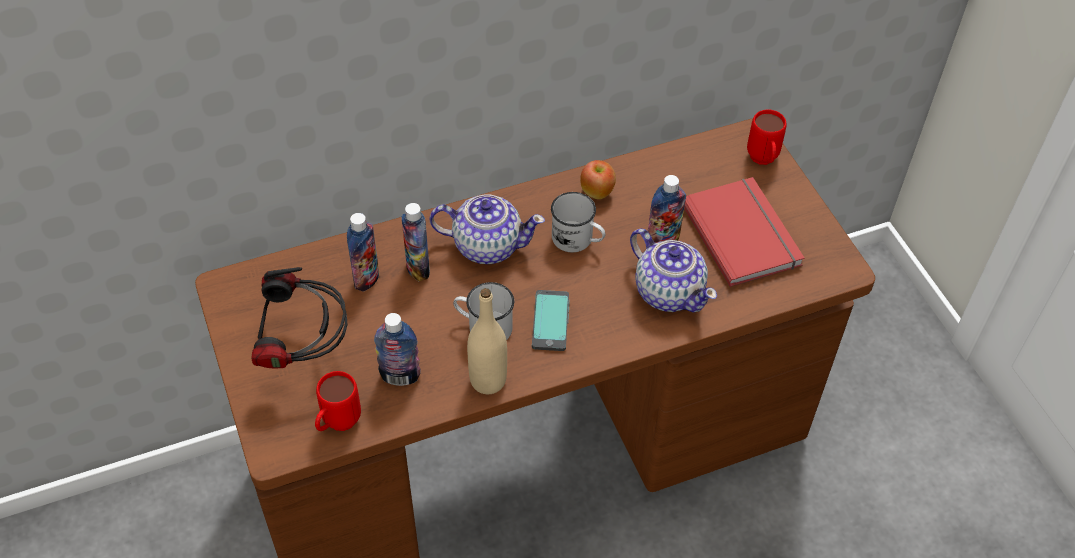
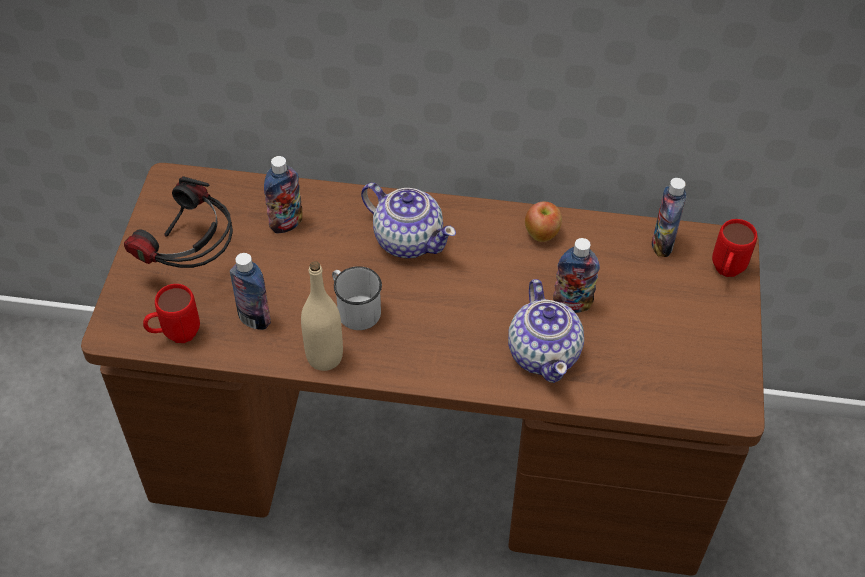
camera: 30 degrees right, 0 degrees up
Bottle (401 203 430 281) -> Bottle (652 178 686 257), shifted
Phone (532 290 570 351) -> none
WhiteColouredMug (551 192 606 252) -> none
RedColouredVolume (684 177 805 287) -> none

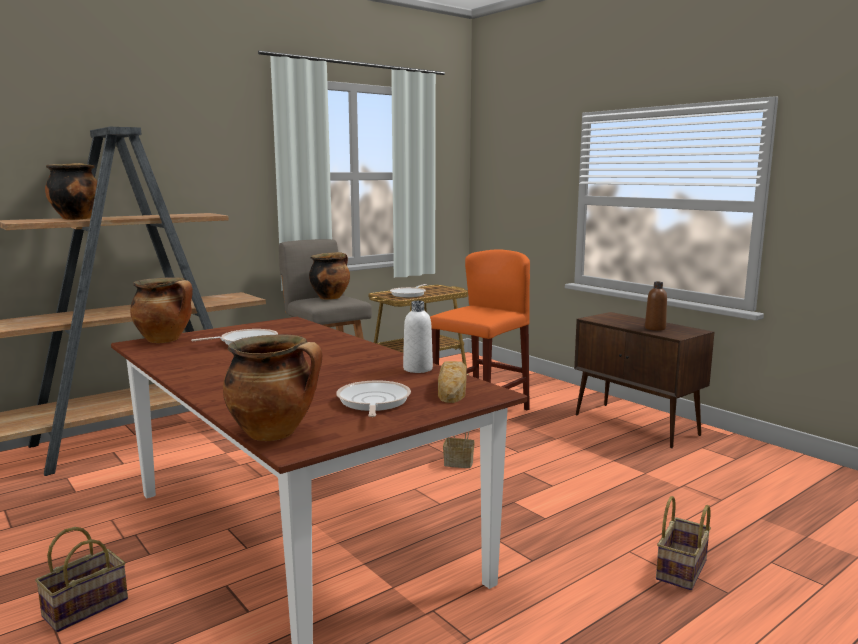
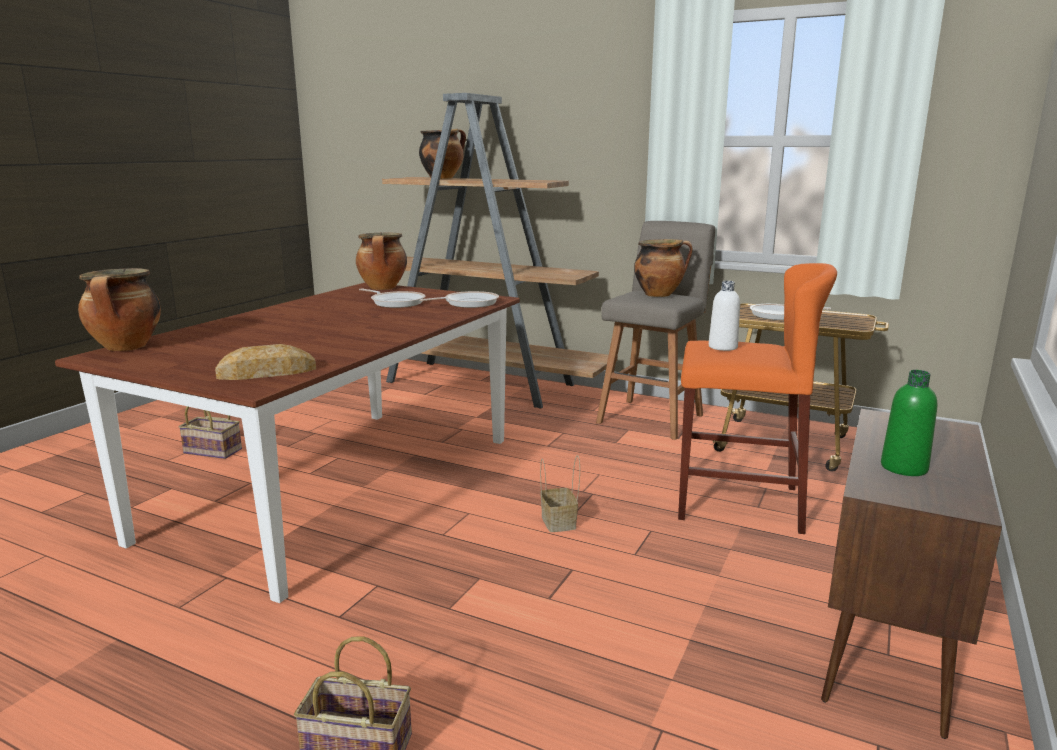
camera: 65 degrees right, 5 degrees up
Pan (336 380 411 417) -> Pan (420 291 499 308), shifted
WhiteColouredBottle (403 301 433 373) -> WhiteColouredBottle (709 281 740 351), shifted
BrownColouredBottle (645 282 667 331) -> GreenishBottle (881 370 937 476)

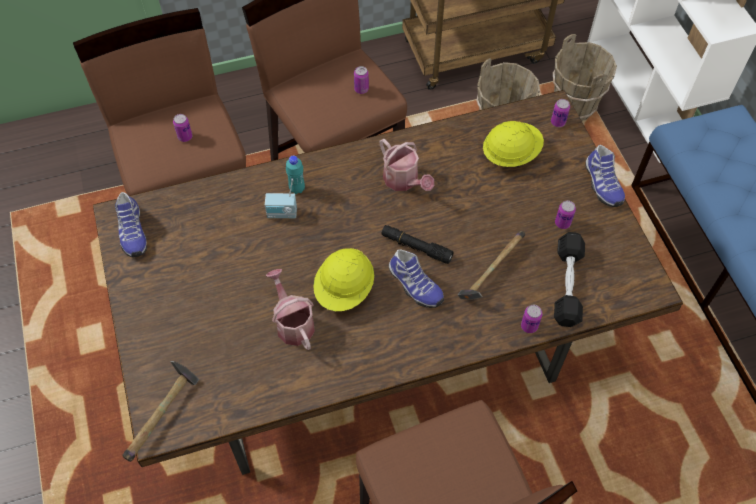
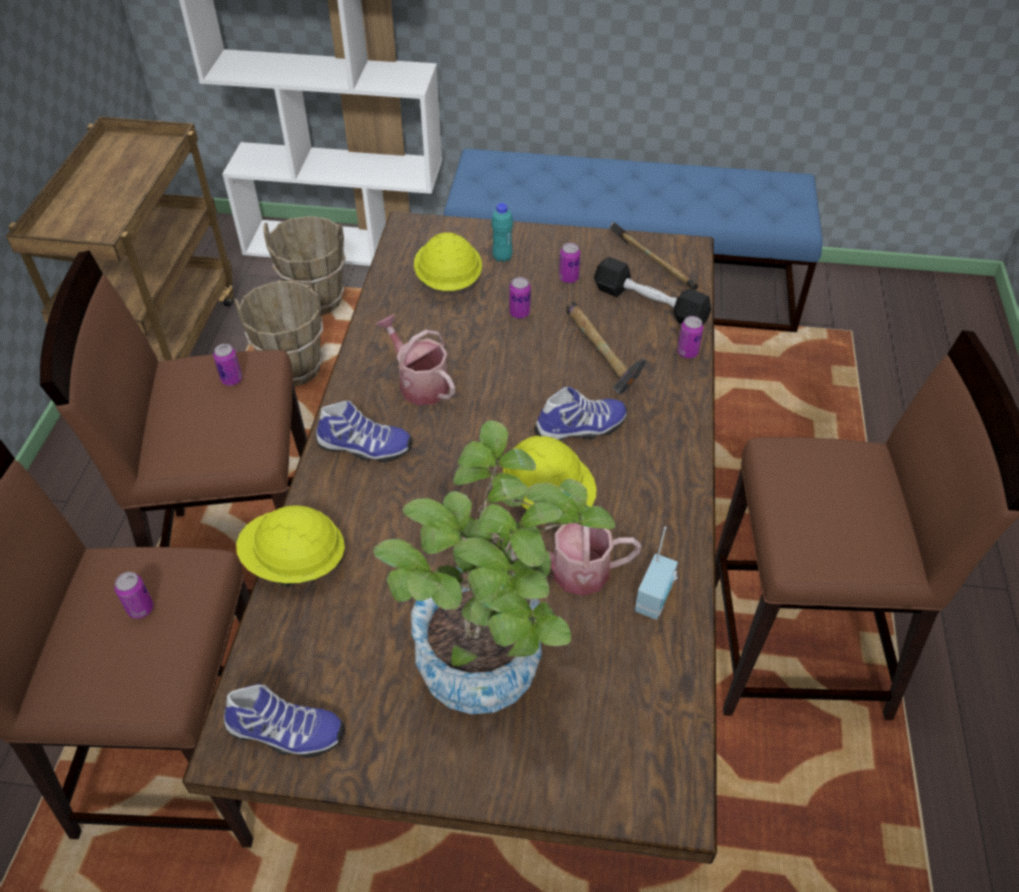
camera: 65 degrees left, 10 degrees down
ToolHammer (123 361 199 462) -> ToolHammer (609 221 698 290), shifted
Radio (265 179 297 218) -> Radio (635 526 678 620), shifted
BlueGreenBottle (286 155 305 194) -> BlueGreenBottle (491 203 513 262), shifted
WateringCan (380 139 434 191) -> WateringCan (376 314 455 405), 120 degrees counterclockwise
BlackColouredTorch (381 225 454 264) -> none
SealedCan (551 99 570 127) -> SealedCan (509 277 531 319), shifted
Shoe (585 145 625 207) -> Shoe (316 400 412 463), shifted
none -> YellowColouredHardHat (236 505 345 587)
none -> PlantInAPot (373 420 615 714)

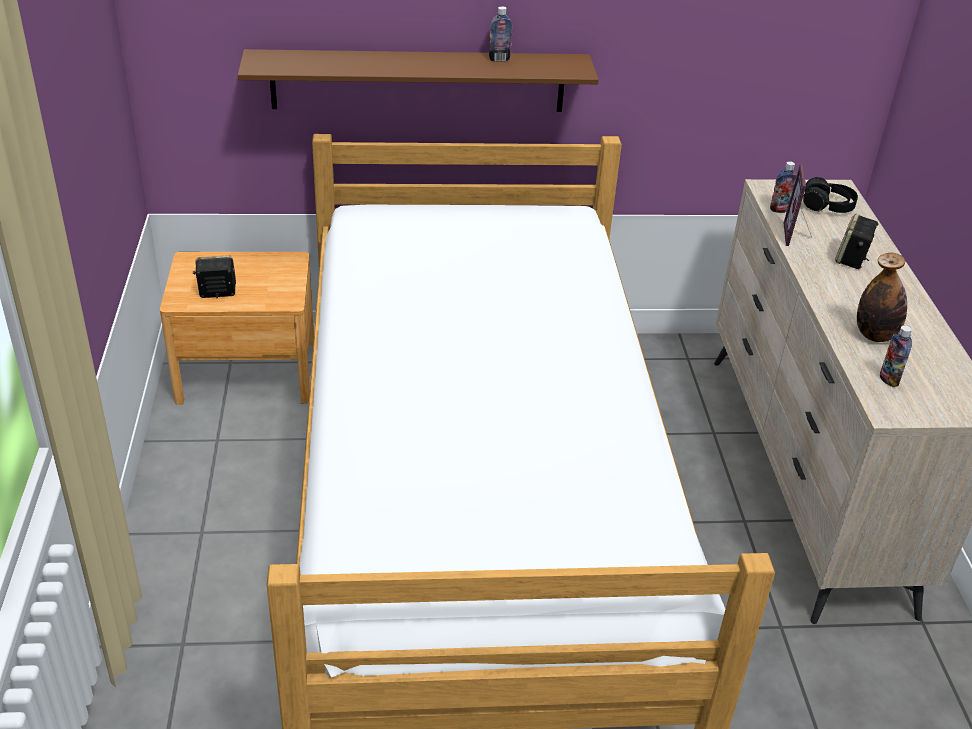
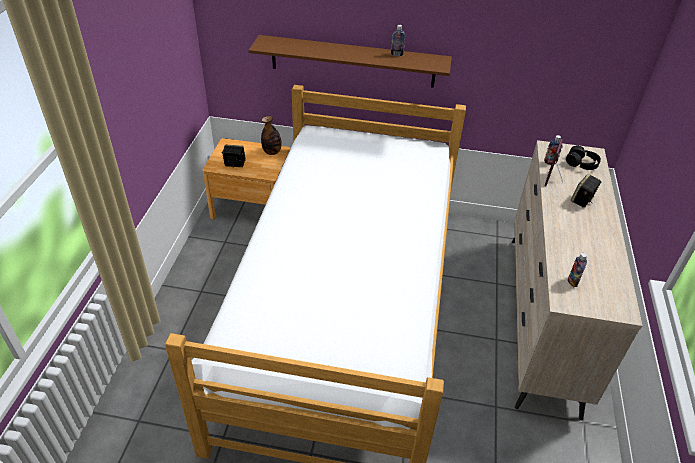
camera: 15 degrees right, 5 degrees up
Bottle (857 253 907 342) -> Bottle (261 116 282 155), shifted

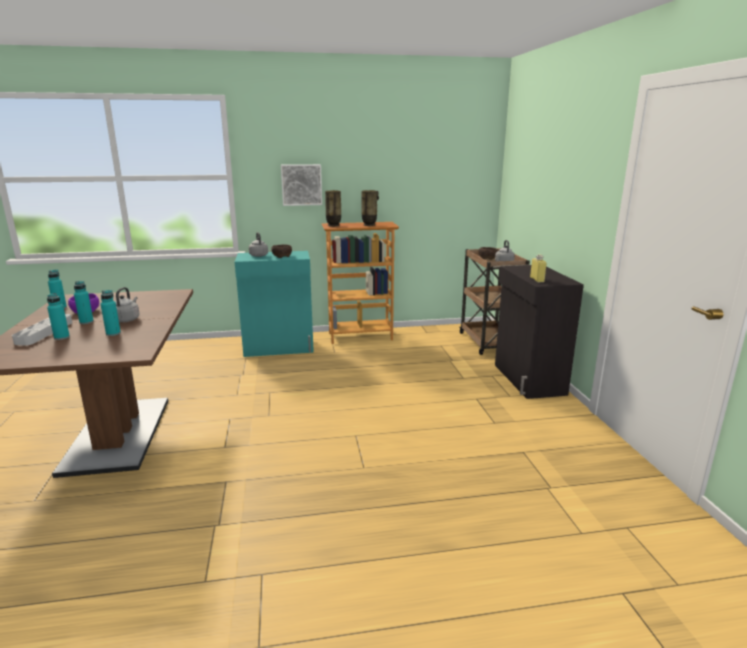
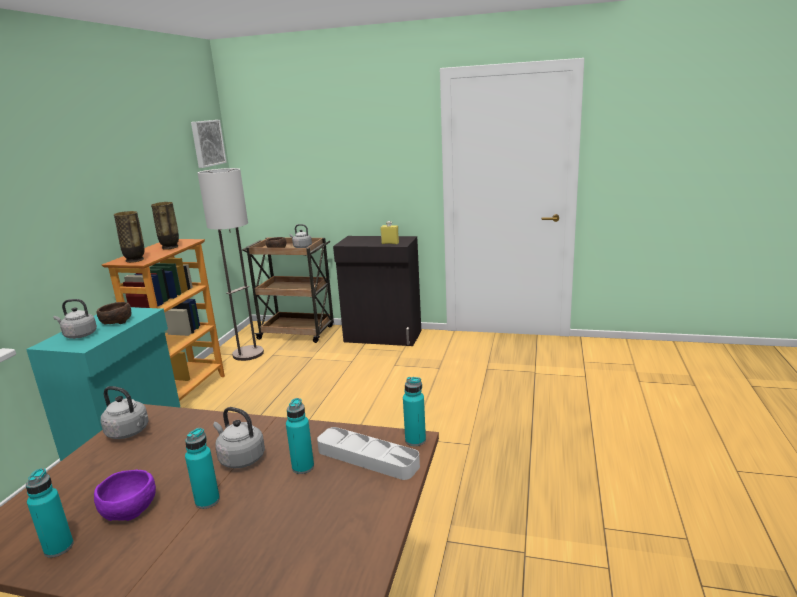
camera: 65 degrees left, 0 degrees up
GreyishServingTray (12 314 72 346) -> GreyishServingTray (317 427 420 480), shifted
BlueGreenBottle (47 293 70 340) -> BlueGreenBottle (403 377 426 446), shifted
WallArt (281 164 322 206) -> WallArt (191 120 227 168), shifted
none -> GreyishWaterKettle (101 386 149 439)
none -> FloorLamp (198 168 264 361)

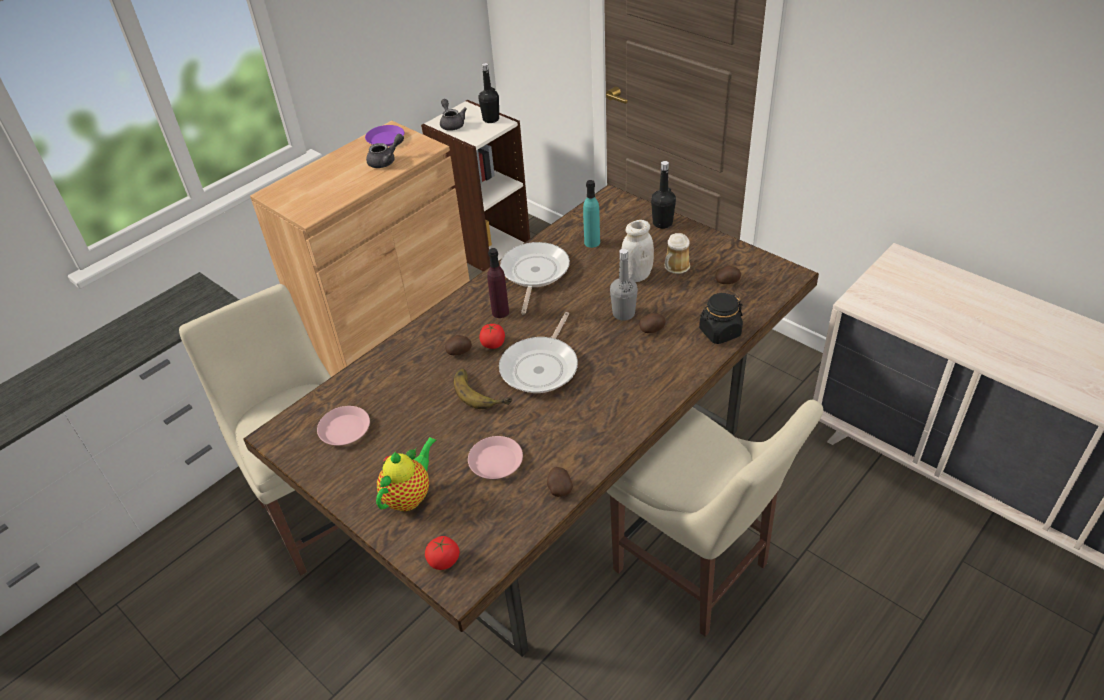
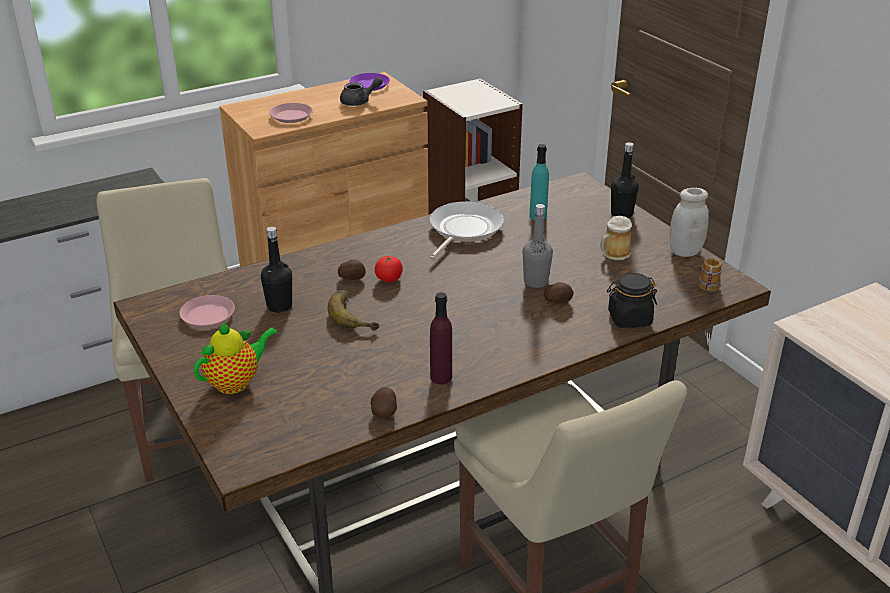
camera: 15 degrees right, 10 degrees down
FreshTomato (425 536 460 570) -> none
GreyishTeapot (440 99 467 131) -> none
PinkColouredFlatDish (468 436 523 479) -> PinkColouredFlatDish (269 103 313 123), shifted
BlackColouredBottle (478 63 499 123) -> BlackColouredBottle (261 226 292 313), shifted
PurplishBottle (487 248 509 318) -> PurplishBottle (430 292 452 384), shifted
Pan (499 312 578 393) -> none
WhiteColouredPreserveJar (621 220 654 282) -> WhiteColouredPreserveJar (669 188 709 257), shifted
Potato (716 266 741 284) -> none
none -> Mug (699 258 722 292)

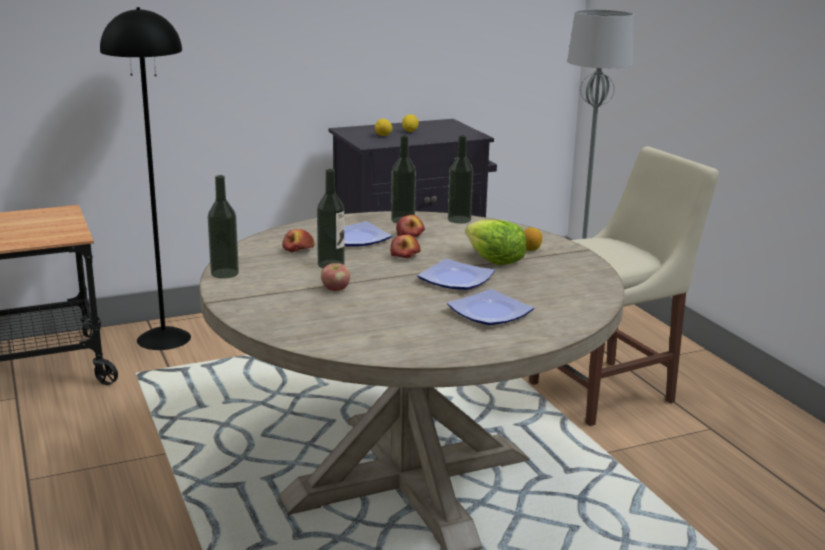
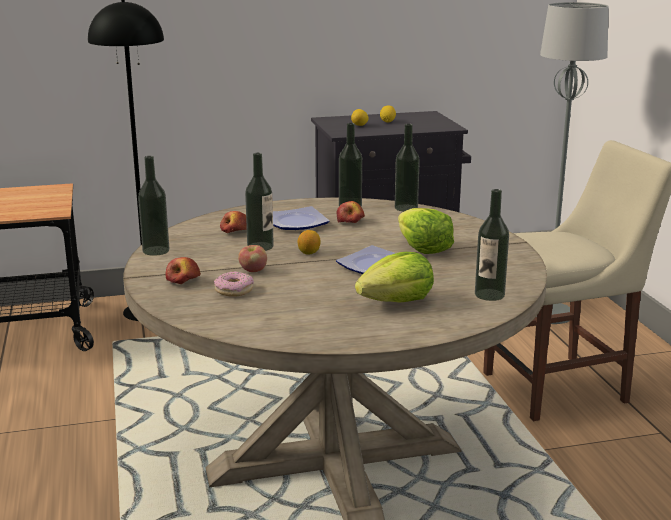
camera: 10 degrees right, 0 degrees up
AppleFruit (390 234 421 258) -> AppleFruit (165 257 201 284), shifted
FlatDish (447 289 534 325) -> HeadOfLettuce (355 252 434 302)
Lemon (524 228 542 251) -> Lemon (298 230 321 254), shifted
none -> Doughnut (214 271 254 297)
none -> Bottle (475 189 509 301)

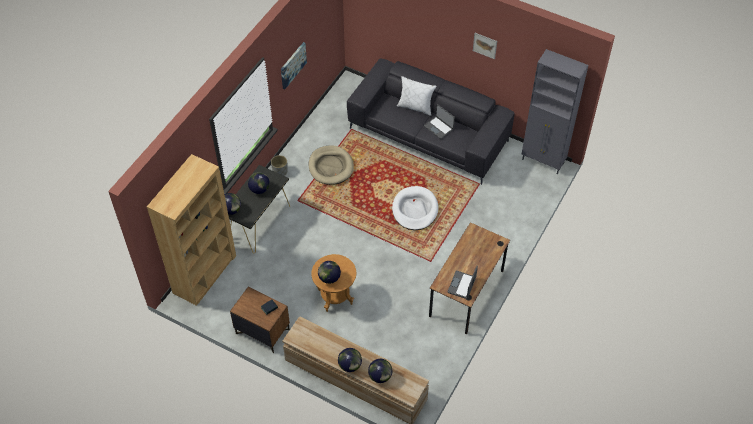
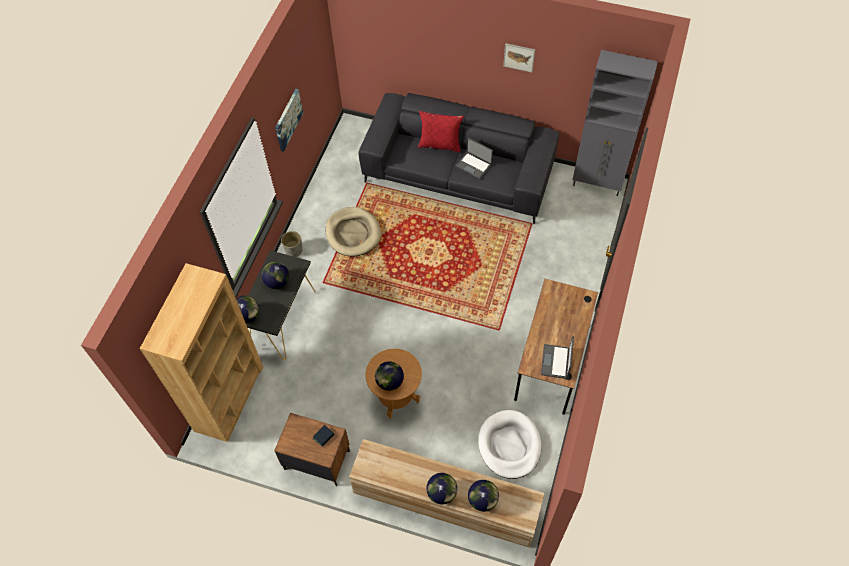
camera: 10 degrees left, 5 degrees up
WhiteColouredDogCushion (392 186 438 230) -> WhiteColouredDogCushion (478 410 541 479), shifted
WhiteColouredCushion (397 76 436 116) -> RedColouredCushion (418 111 464 153)

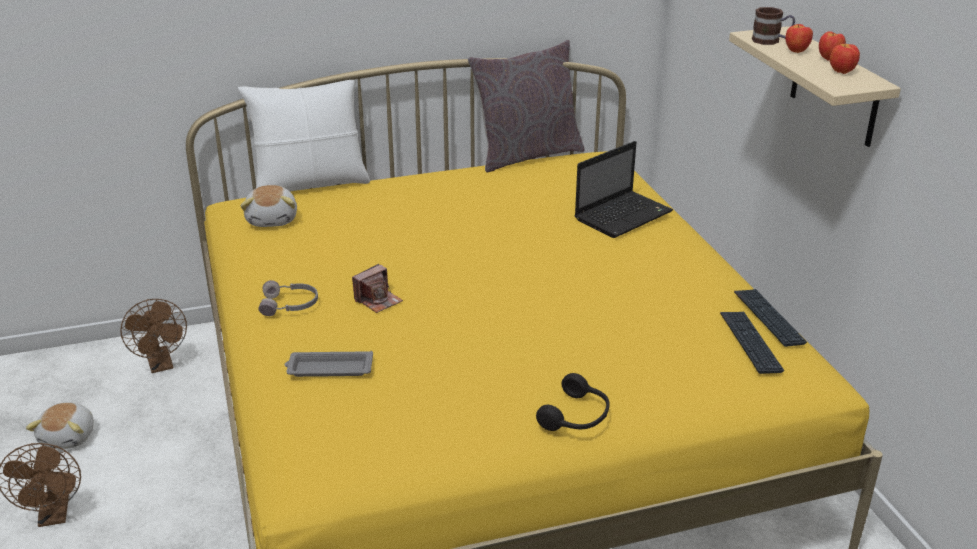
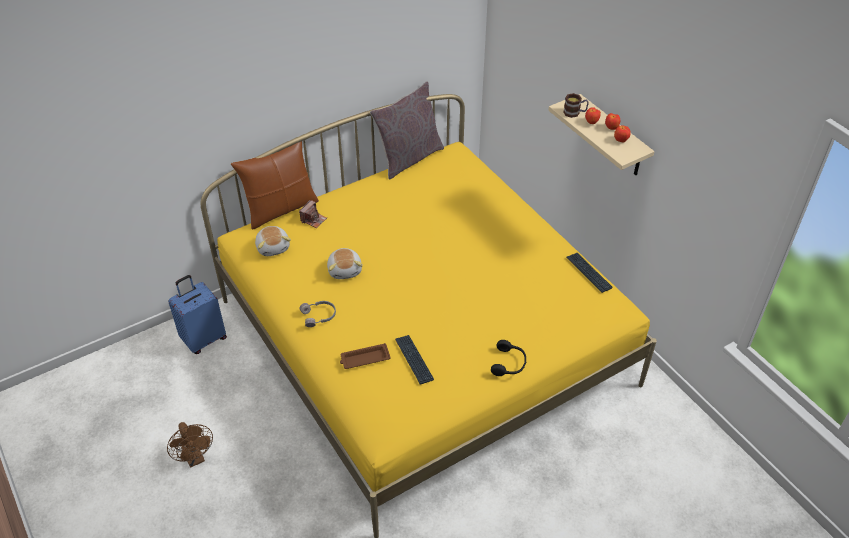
camera: 15 degrees left, 15 degrees up
SoftToy (26 402 94 449) -> SoftToy (327 248 363 279), shifted
BrownColouredFan (120 299 187 373) -> BlueColouredSuitcase (168 275 227 354)
WhiteColouredCushion (238 79 370 191) -> BrownColouredCushion (231 141 319 230)
GreyishServingTray (284 351 373 377) -> BrownColouredServingTray (340 343 391 369)
PhotoCamera (352 264 403 313) -> PhotoCamera (299 200 327 228), shifted
NotebookComputer (575 141 673 238) -> none
PcKeyboard (720 312 784 374) -> PcKeyboard (395 335 434 385), shifted

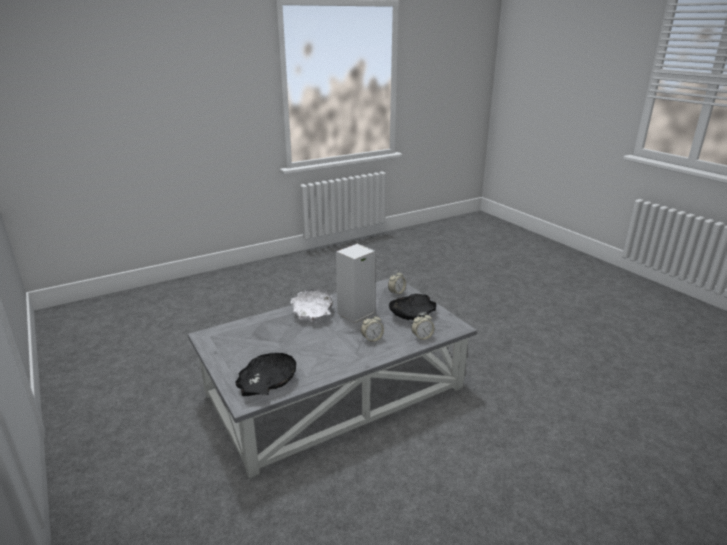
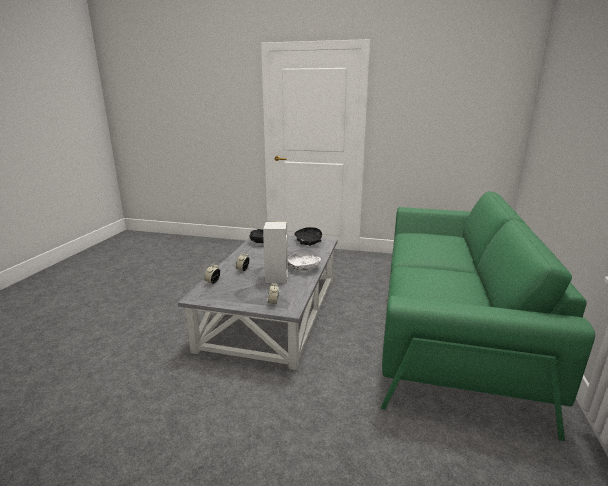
camera: 135 degrees right, 5 degrees down
BlackColouredDeepDish (389 294 436 320) -> BlackColouredDeepDish (294 227 322 246), shifted
none -> GreenishCouch (381 191 595 441)

